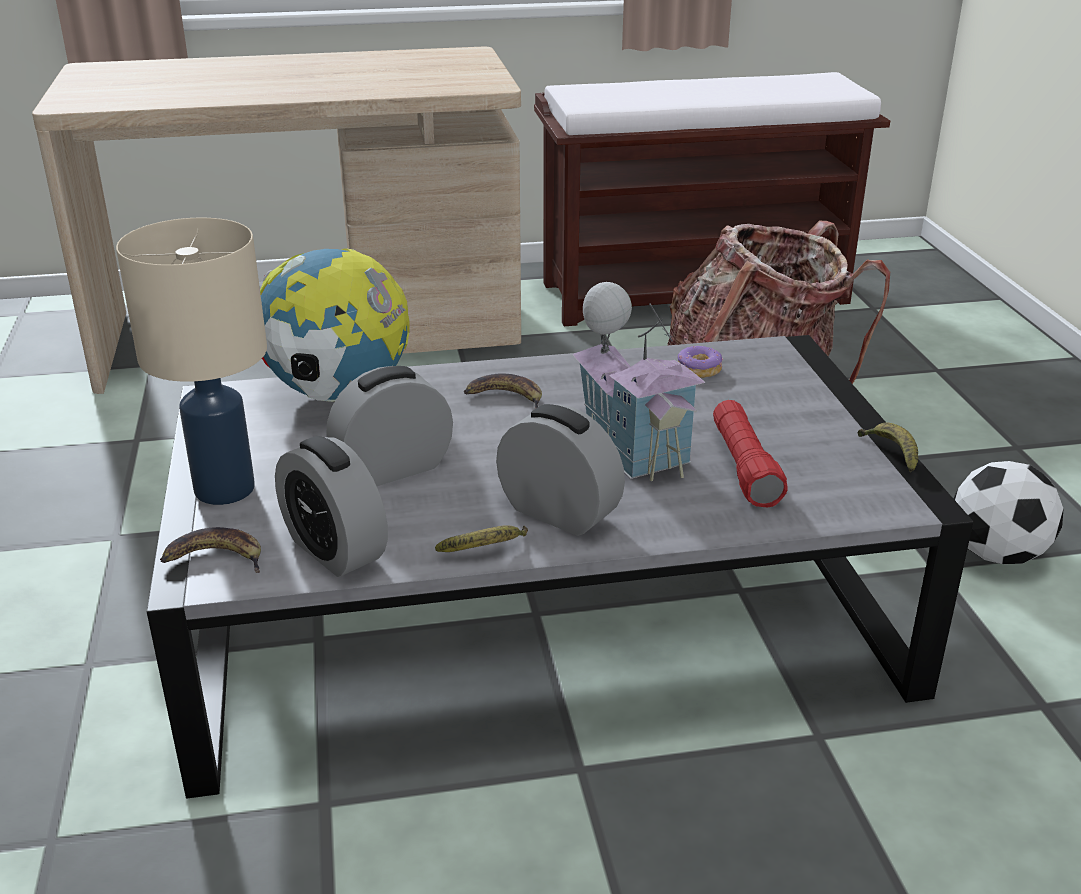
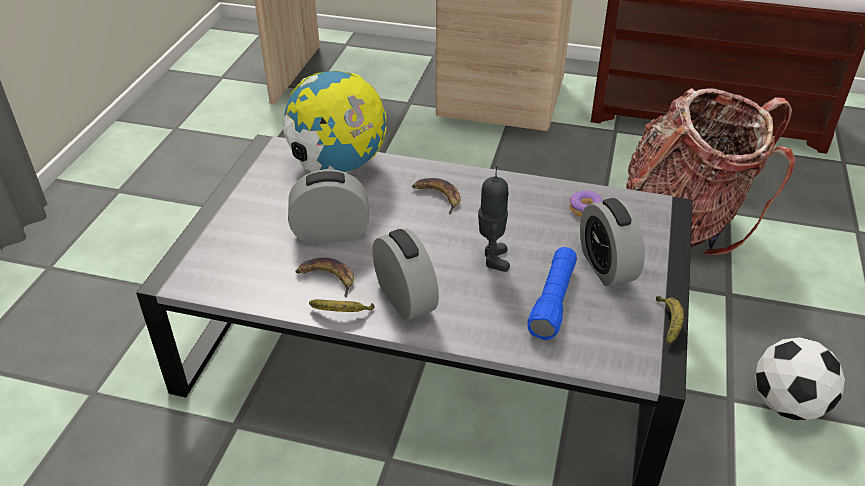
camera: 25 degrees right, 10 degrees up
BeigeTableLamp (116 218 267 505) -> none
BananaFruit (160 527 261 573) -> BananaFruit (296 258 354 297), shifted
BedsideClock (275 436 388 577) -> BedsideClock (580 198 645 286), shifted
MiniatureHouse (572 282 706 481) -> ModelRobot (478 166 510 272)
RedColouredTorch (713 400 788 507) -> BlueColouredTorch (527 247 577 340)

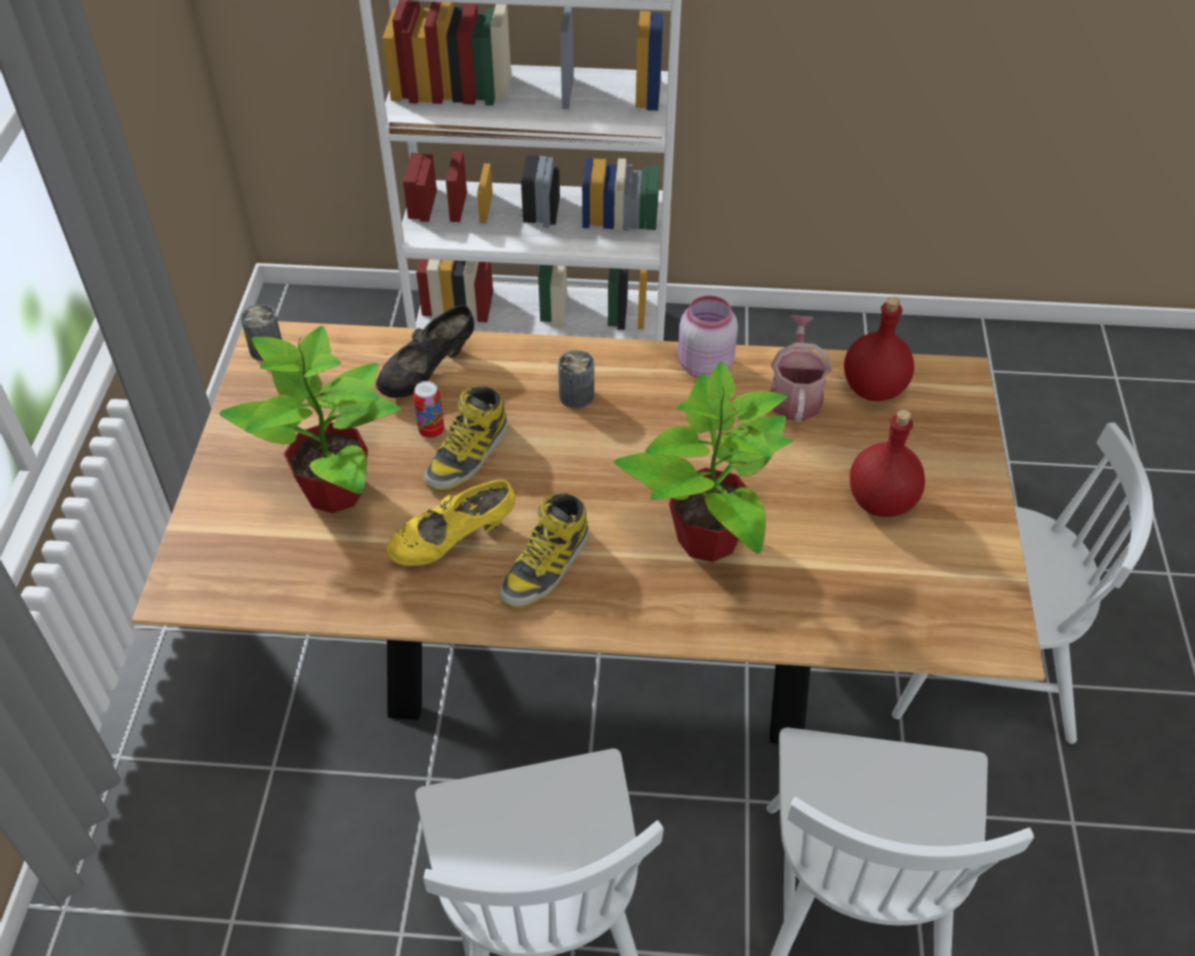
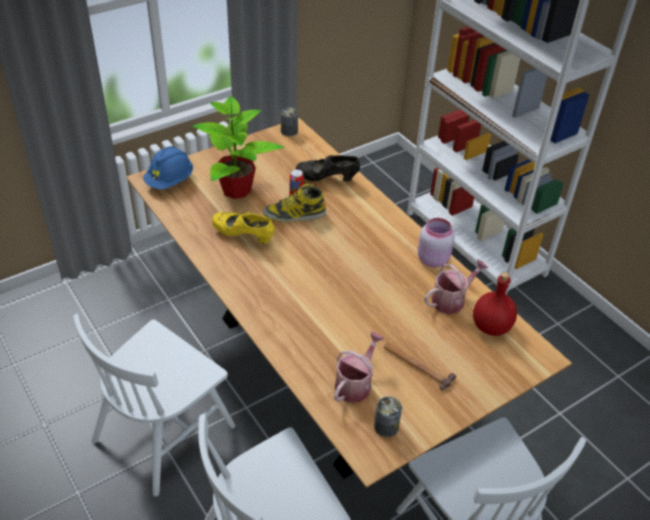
camera: 50 degrees right, 5 degrees down
HighTopBoot (499 493 589 608) -> none
SealedCan (558 350 594 409) -> SealedCan (374 396 402 437), shifted
PlantInAPot (614 361 793 562) -> none
RedColouredBottle (850 410 925 517) -> ToolHammer (384 342 456 390)
none -> BlueColouredHardHat (143 147 193 189)
none -> WateringCan (334 332 384 402)

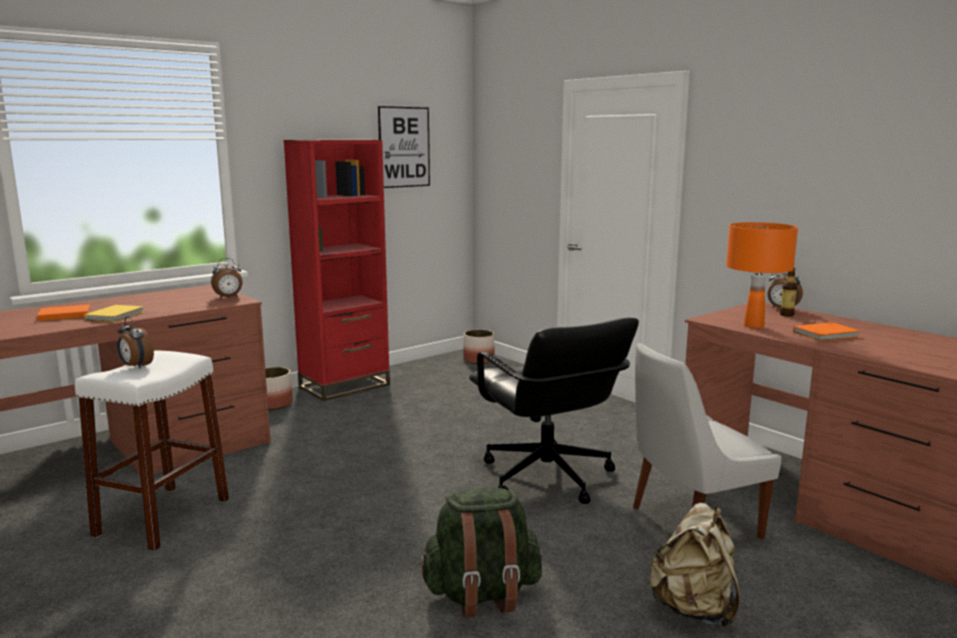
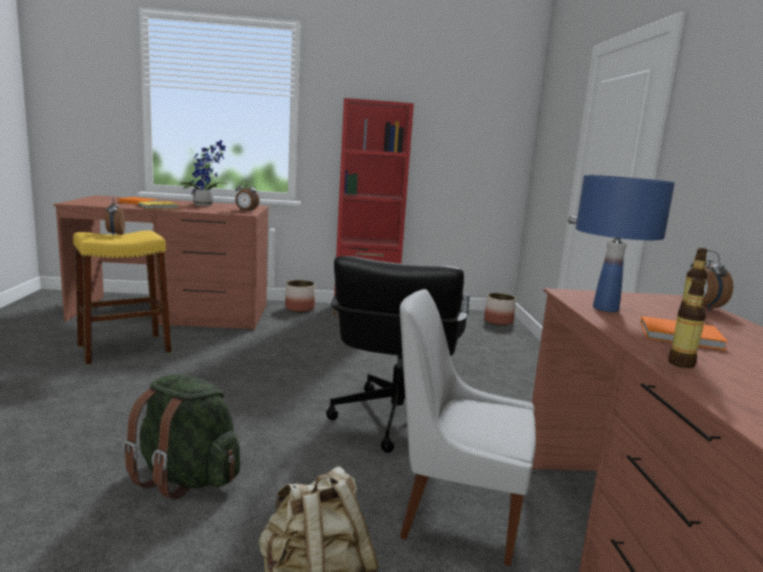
camera: 35 degrees right, 0 degrees up
WhiteColouredSittingStool (75 350 229 551) -> YellowColouredSittingStool (73 230 172 365)
WallArt (378 106 430 188) -> none
OrangeColouredTableLamp (726 222 798 328) -> BlueColouredTableLamp (576 175 675 312)
none -> PlantInAPot (180 140 229 206)
none -> Bottle (668 277 706 368)

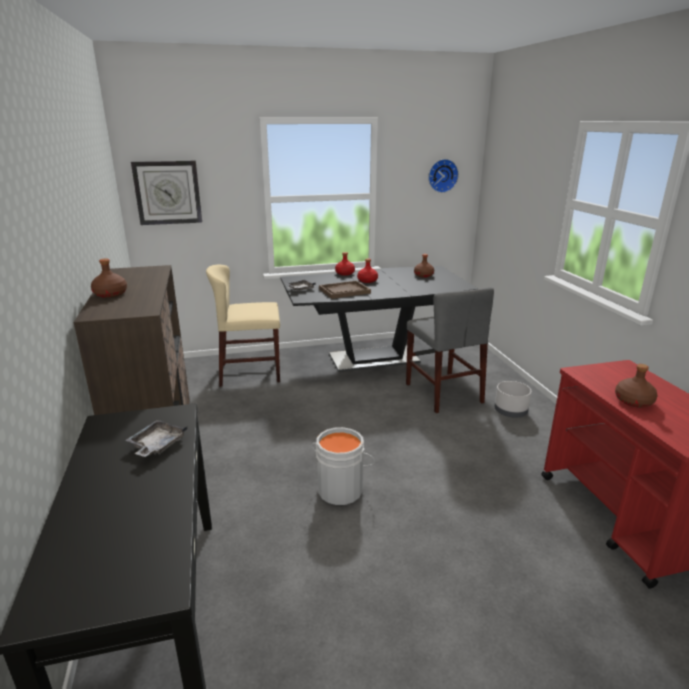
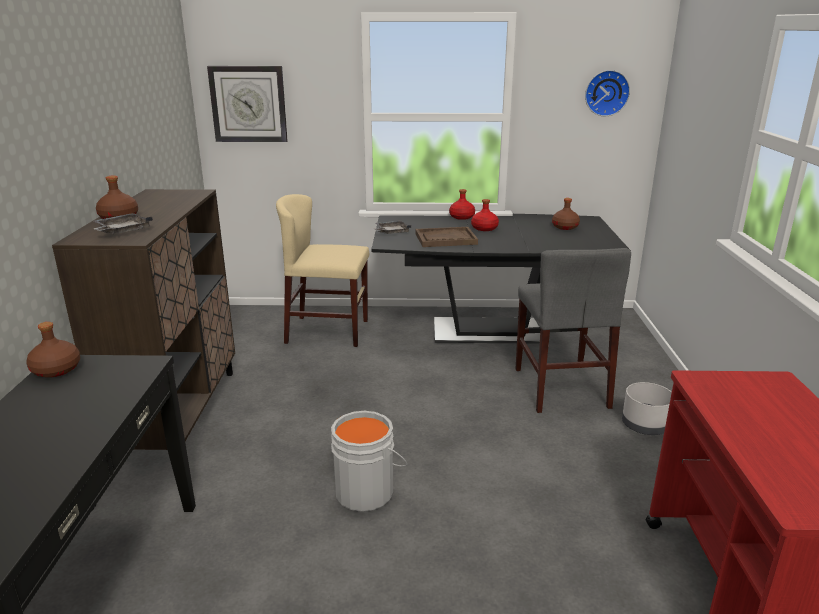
camera: 15 degrees right, 0 degrees up
GreyishServingTray (125 420 187 457) -> GreyishServingTray (93 213 153 234), shifted
BrownColouredBottle (615 364 658 407) -> BrownColouredBottle (26 322 80 378), shifted

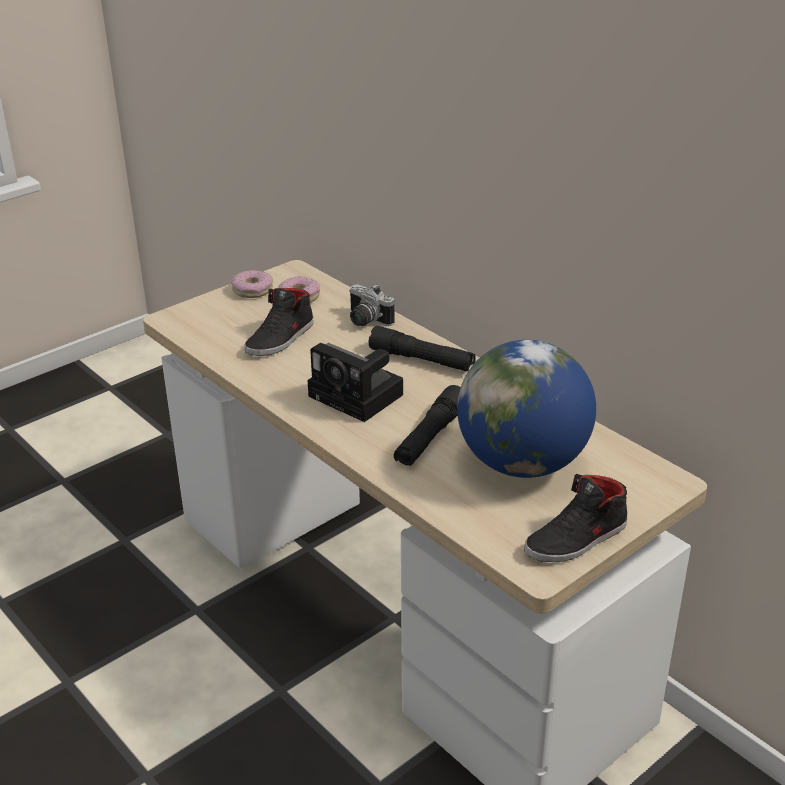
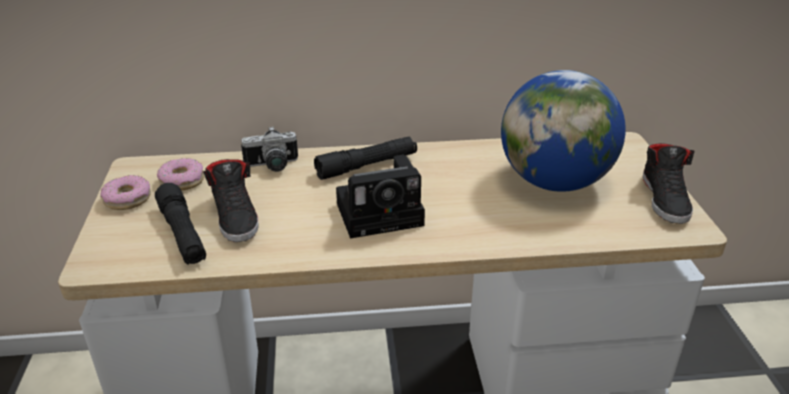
camera: 55 degrees left, 0 degrees up
BlackColouredTorch (394 385 461 466) -> BlackColouredTorch (155 183 206 265), shifted

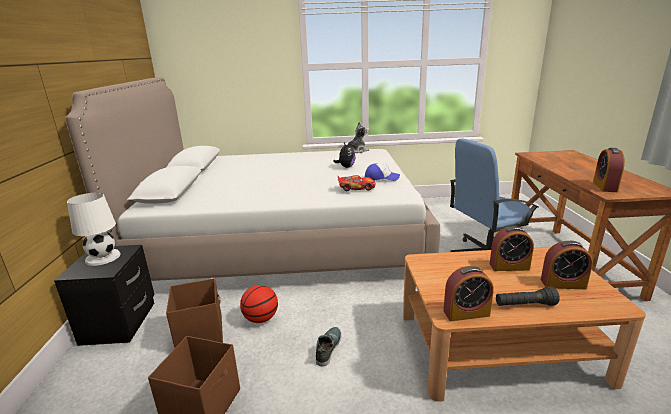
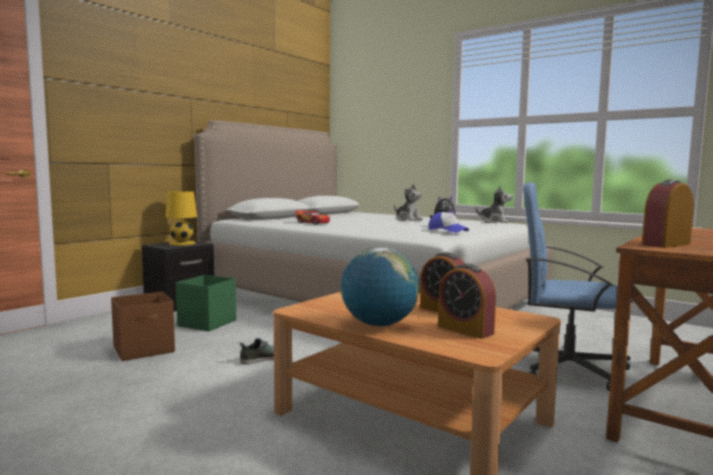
camera: 40 degrees right, 15 degrees down
WhiteColouredTableLamp (67 193 121 266) -> YellowColouredTableLamp (165 191 197 245)
BrownColouredStorageContainer (166 278 223 348) -> GreenishStorageContainer (176 275 236 331)
BasketballBall (240 285 278 323) -> none
ToyCar (338 175 376 191) -> ToyCar (295 210 330 224), shifted
BedsideClock (443 266 494 321) -> none
BlackColouredTorch (496 286 560 306) -> WorldGlobe (341 247 419 327)
none -> SoftToy (394 184 423 221)

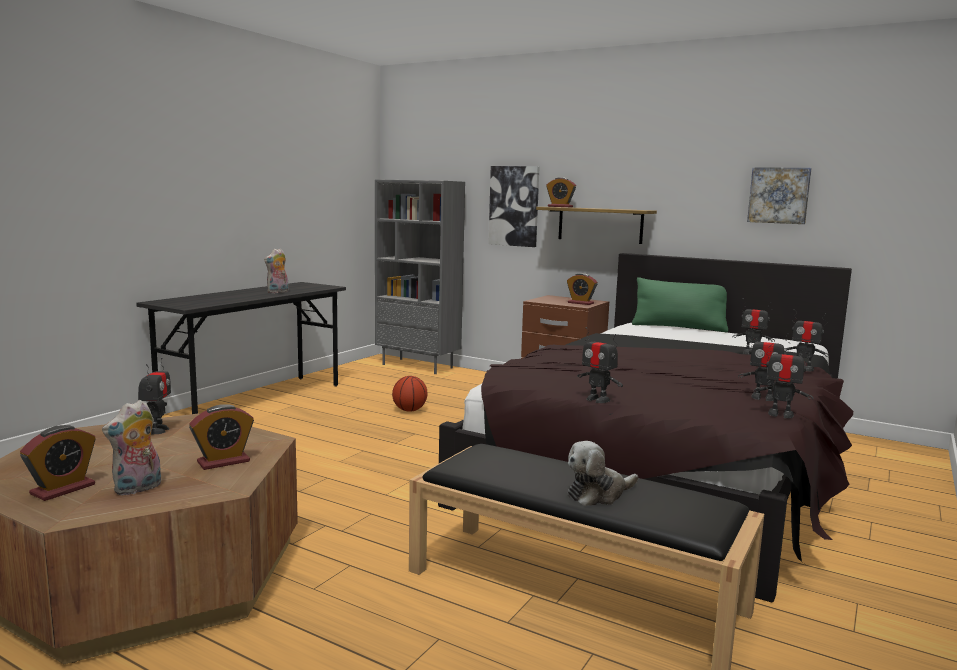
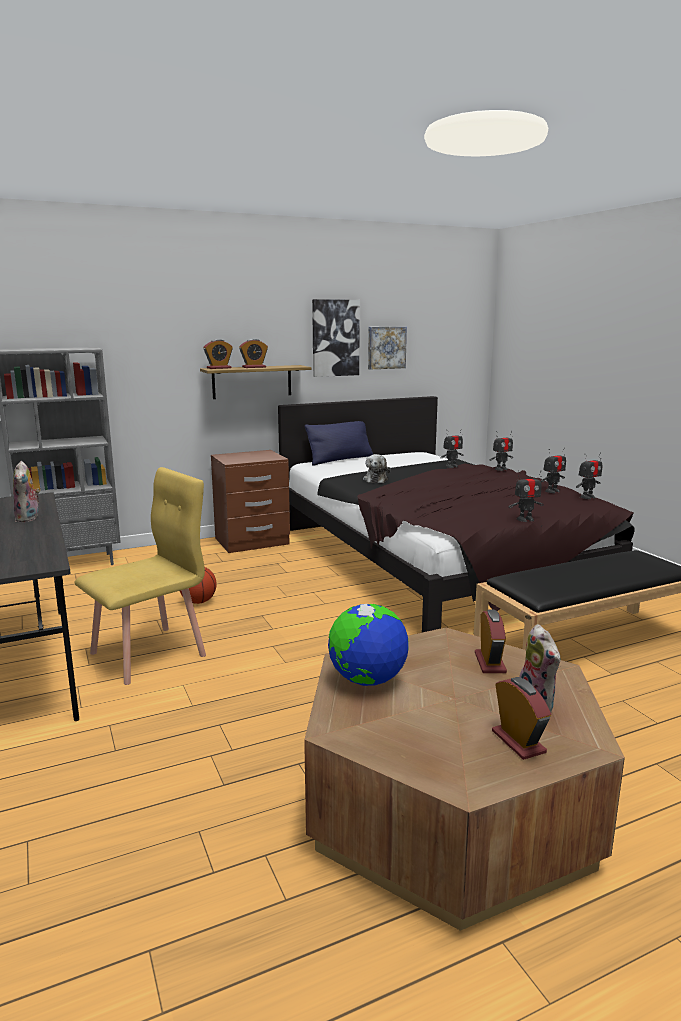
camera: 55 degrees left, 5 degrees up
ModelRobot (138 358 171 434) -> WorldGlobe (328 604 409 686)
WallArt (488 166 540 247) -> WallArt (312 299 360 377), shifted
BedsideClock (567 273 597 305) -> BedsideClock (239 339 268 368), shifted
SoftToy (568 441 638 506) -> SoftToy (363 454 390 483), shifted
GreenishCushion (632 277 728 332) -> BlueColouredCushion (305 421 373 466)
none -> YellowColouredUprightChair (75 467 206 685)

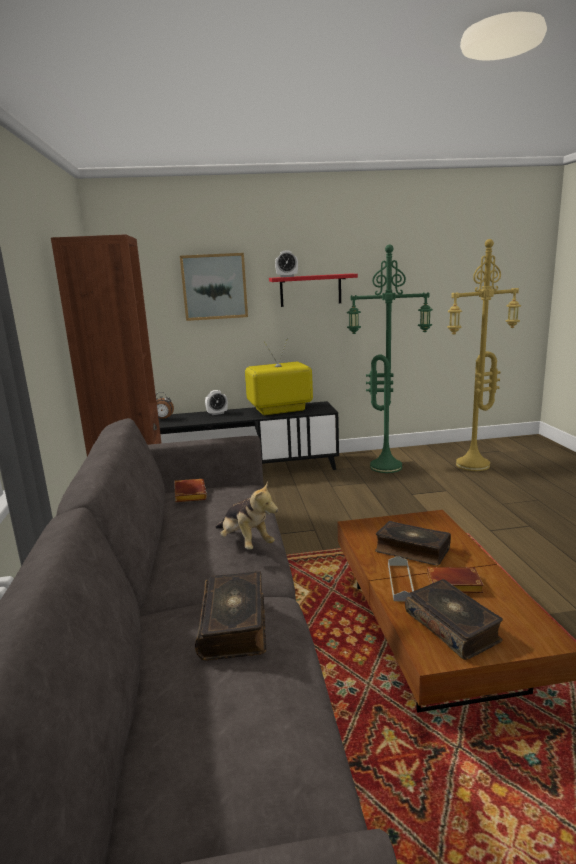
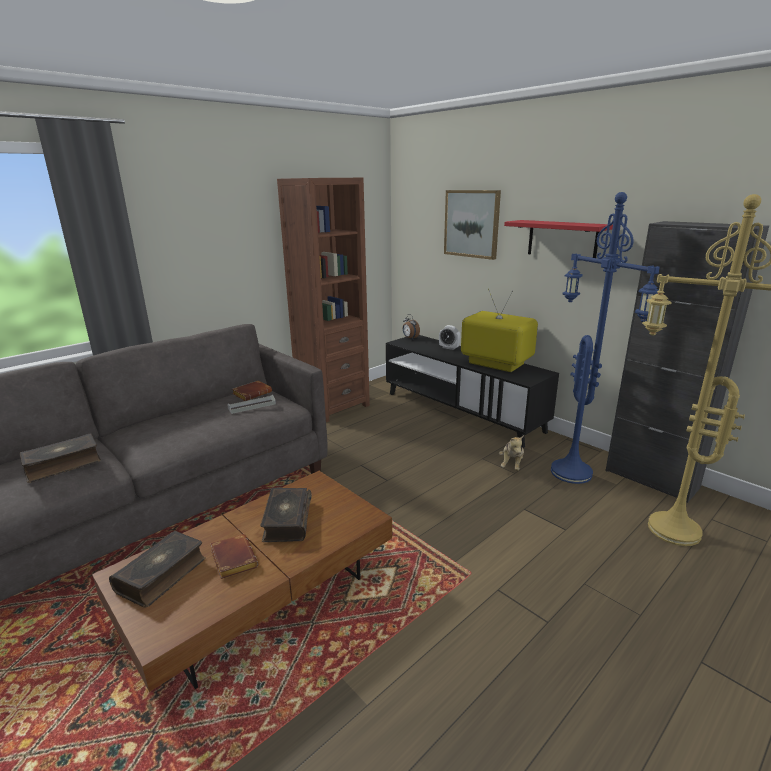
camera: 55 degrees right, 5 degrees up
SoftToy (216 481 278 550) -> SoftToy (499 435 524 471), shifted
BedsideClock (275 250 298 277) -> none
GreenishFloorLamp (347 244 433 473) -> BlueColouredFloorLamp (551 192 660 484)
GreyishServingTray (388 556 414 601) -> GreyishServingTray (227 395 276 414), shifted
none -> BlackColouredStorageCabinet (606 221 769 503)

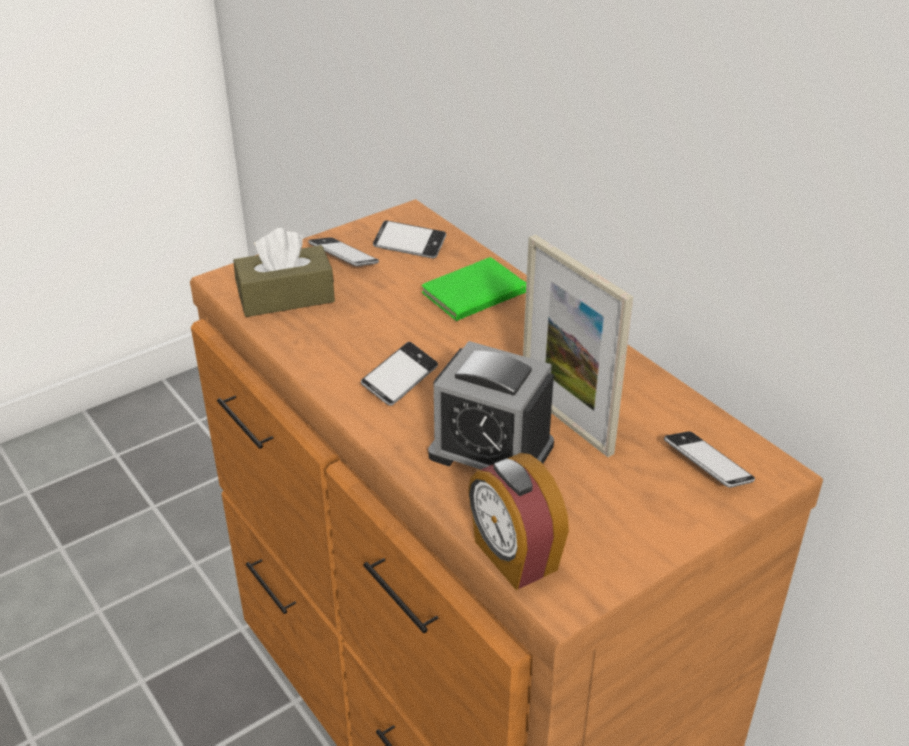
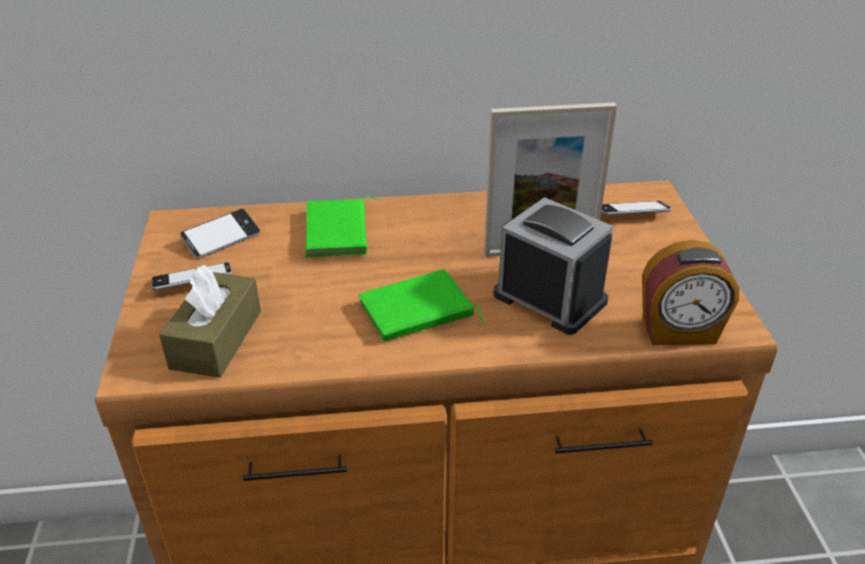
camera: 60 degrees left, 0 degrees up
Phone (361 342 438 406) -> GreenishVolume (359 269 484 342)
BedsideClock (428 341 554 470) -> BedsideClock (493 197 614 335), 105 degrees counterclockwise

